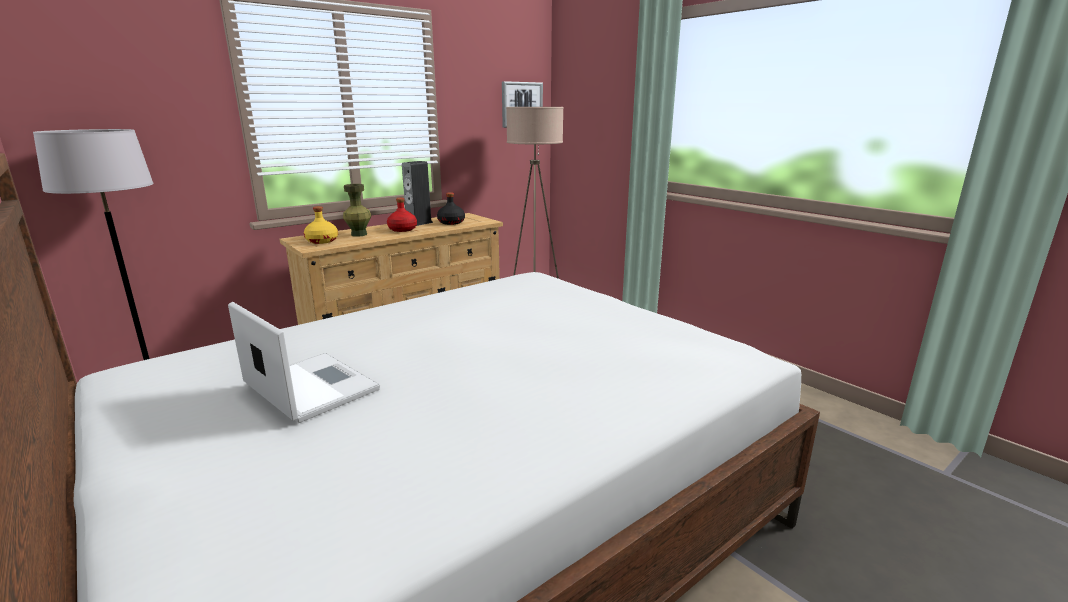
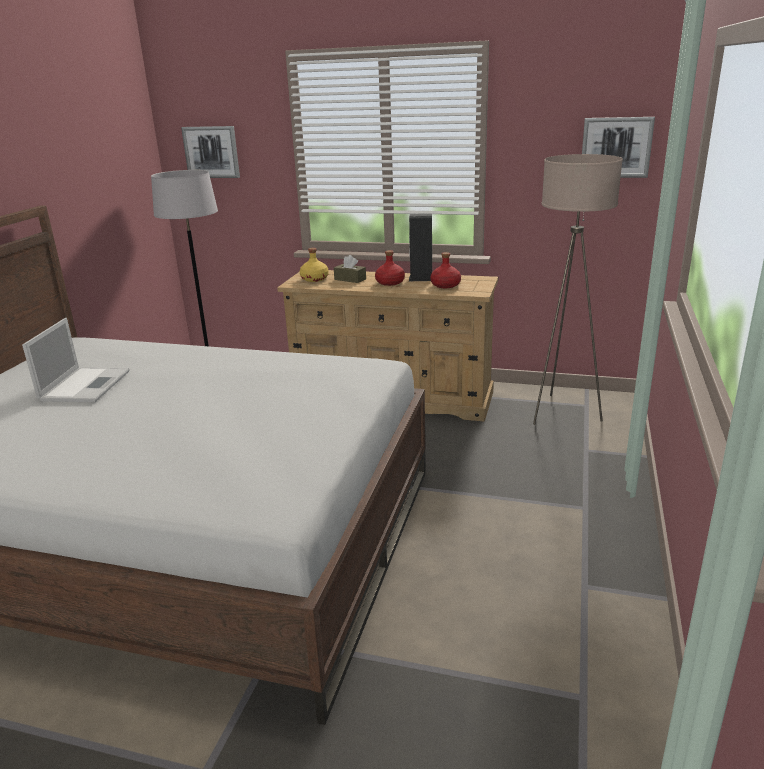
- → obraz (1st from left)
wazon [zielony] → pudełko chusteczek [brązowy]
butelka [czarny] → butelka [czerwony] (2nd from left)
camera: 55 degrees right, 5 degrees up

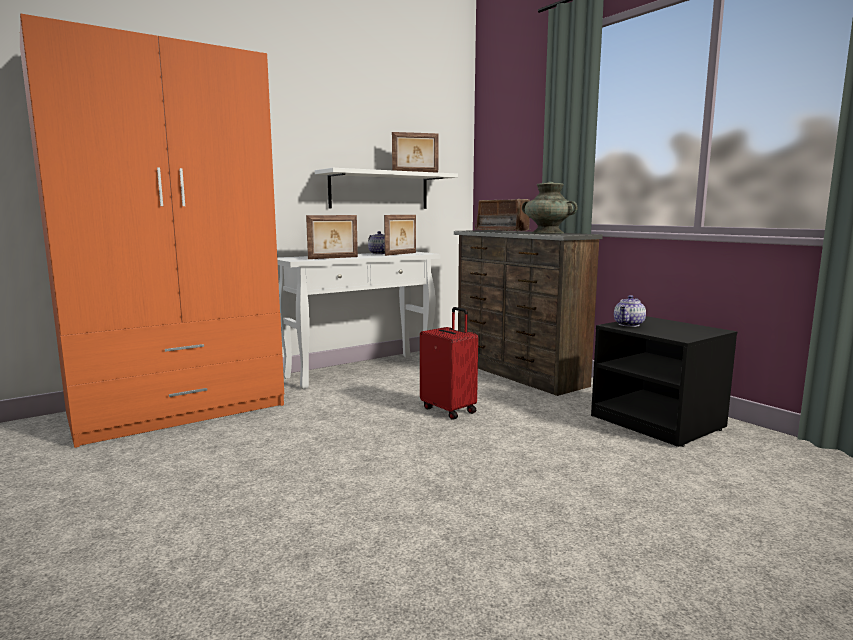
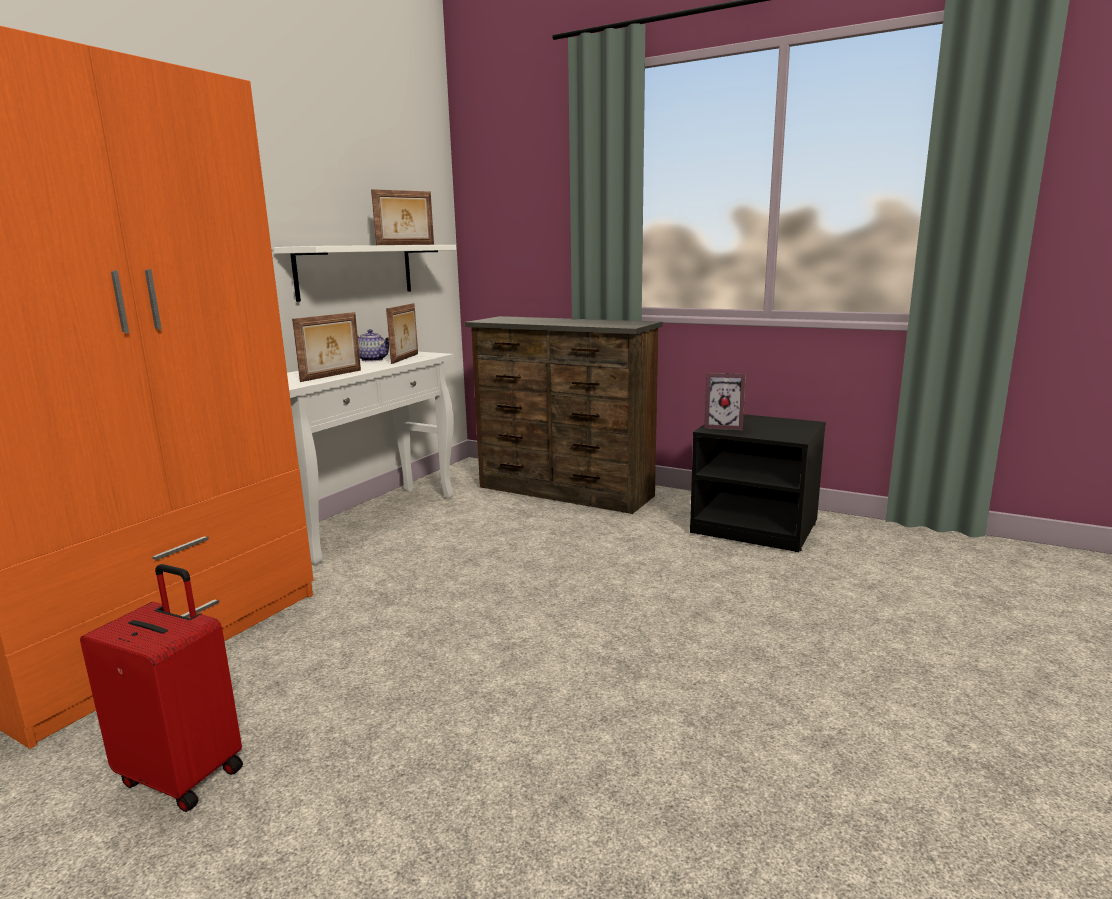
walizka [czerwony], move
imbryk (2nd from left) → ramka na zdjęcie (4th from left)
radio → -
wazon [turkusowy] → -
camera: 25 degrees left, 5 degrees up

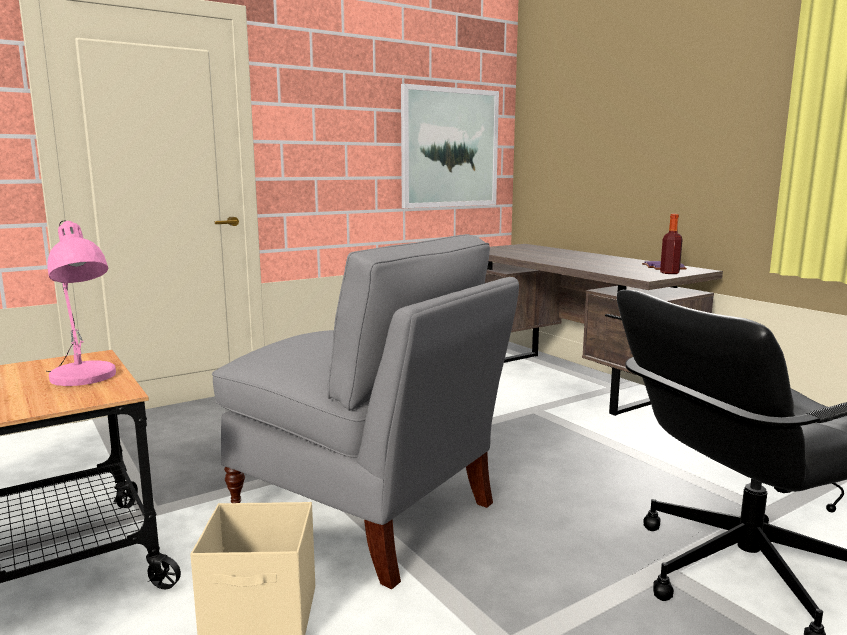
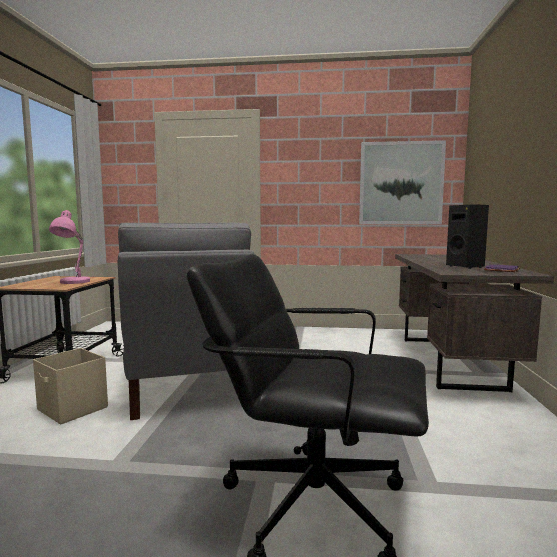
- → głośnik [czarny]
butelka → -
camera: 40 degrees right, 5 degrees down

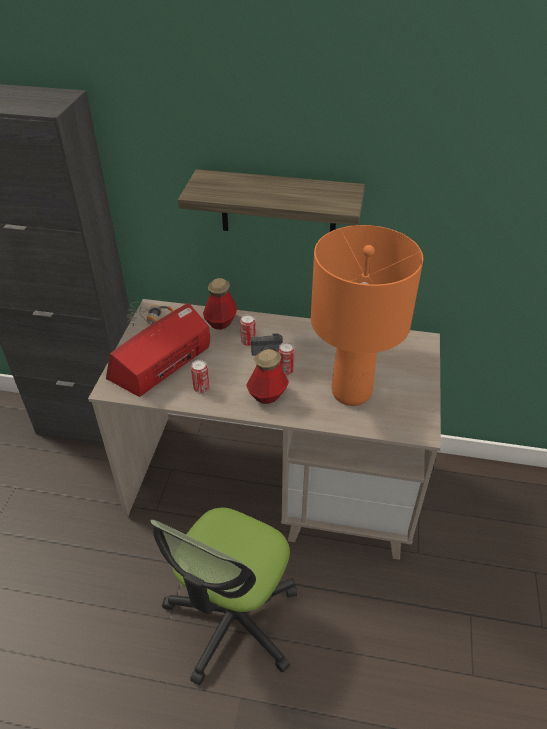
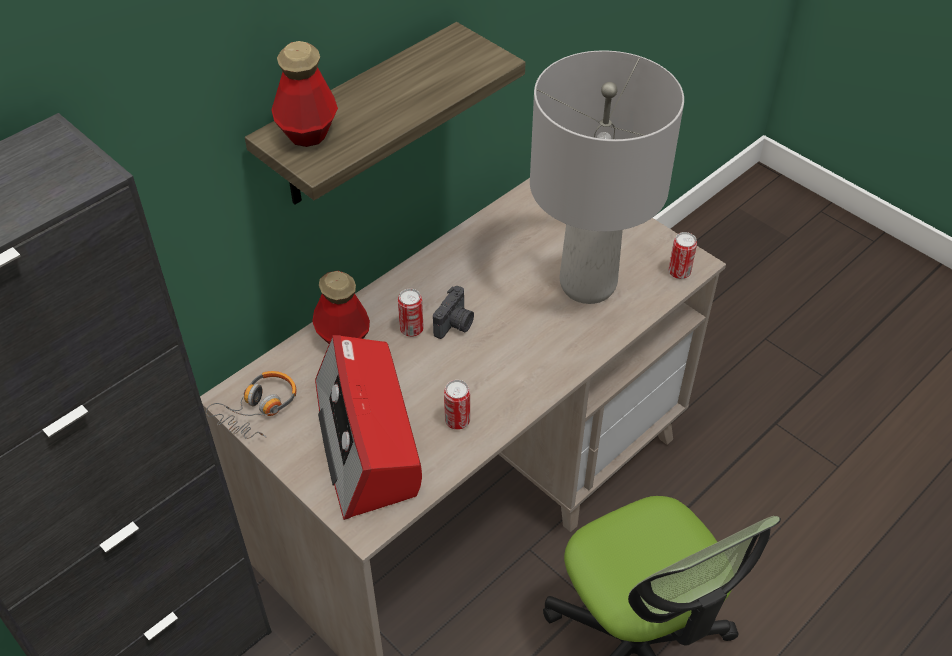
butelka (2nd from left in the first image) → butelka (1st from left), move
lampa stołowa [pomarańczowy] → lampa stołowa [szary]
puszka (3rd from left), move
camera: 55 degrees left, 5 degrees up

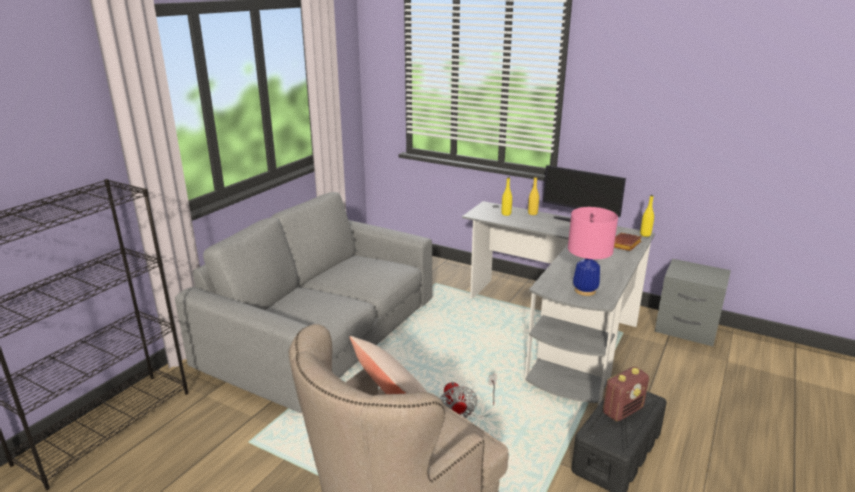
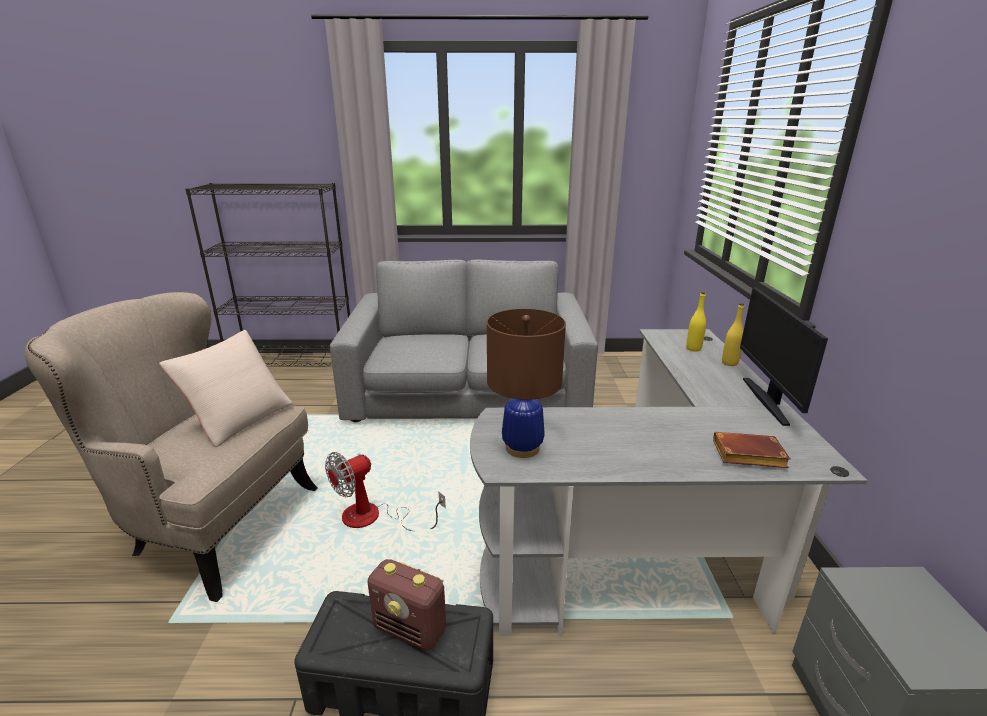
lampa stołowa [różowy] → lampa stołowa [brązowy]
butelka [żółty] (3rd from left) → -
camera: 60 degrees right, 0 degrees up

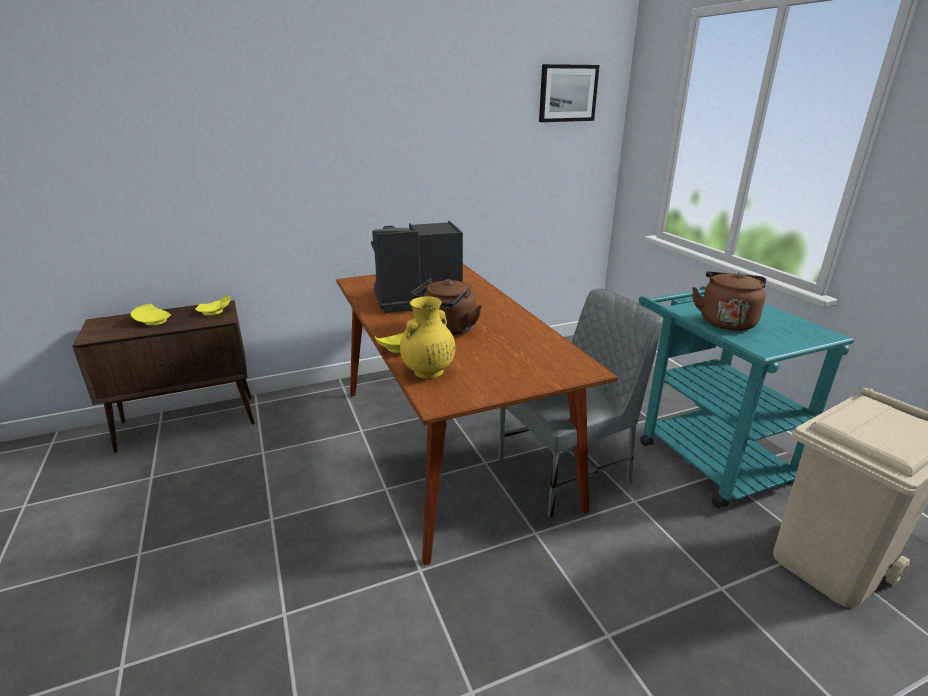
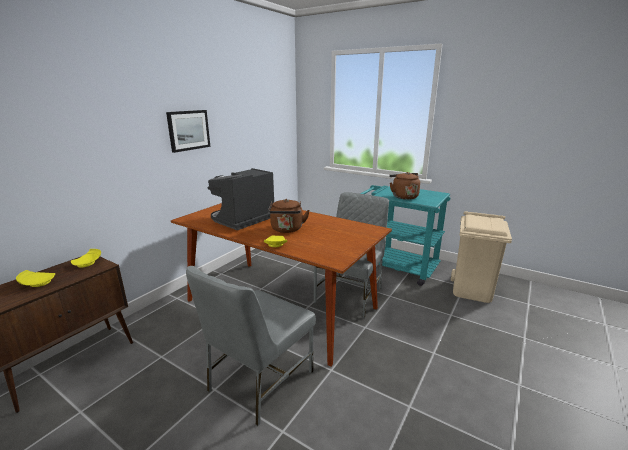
obraz, move
- → krzesło [szary] (1st from left)
wazon [żółty] → -
camera: 35 degrees left, 5 degrees down

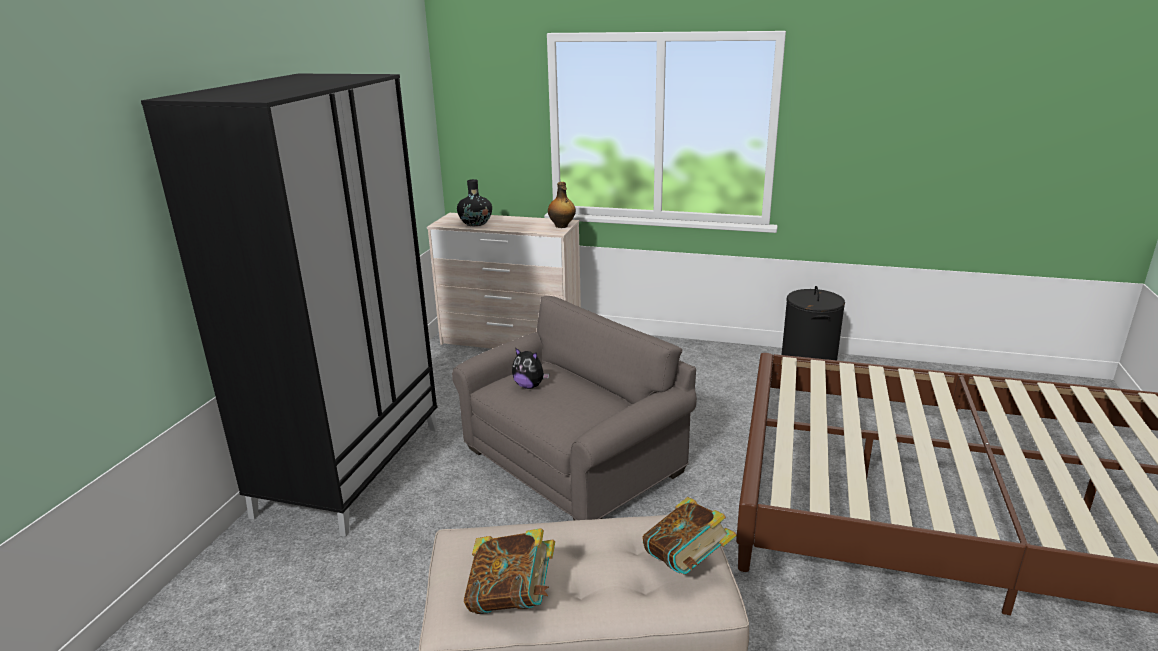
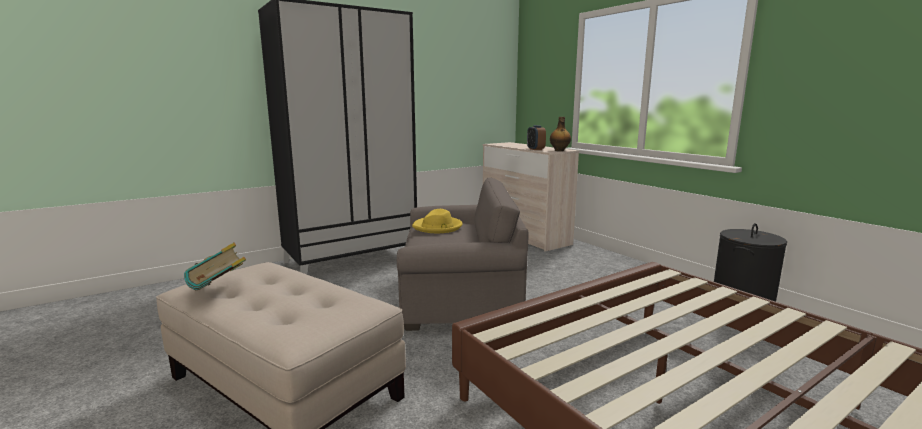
pluszak → kapelusz [żółty]
- → budzik
wazon [czarny] → -
książka (2nd from left) → -
camera: 40 degrees right, 10 degrees down

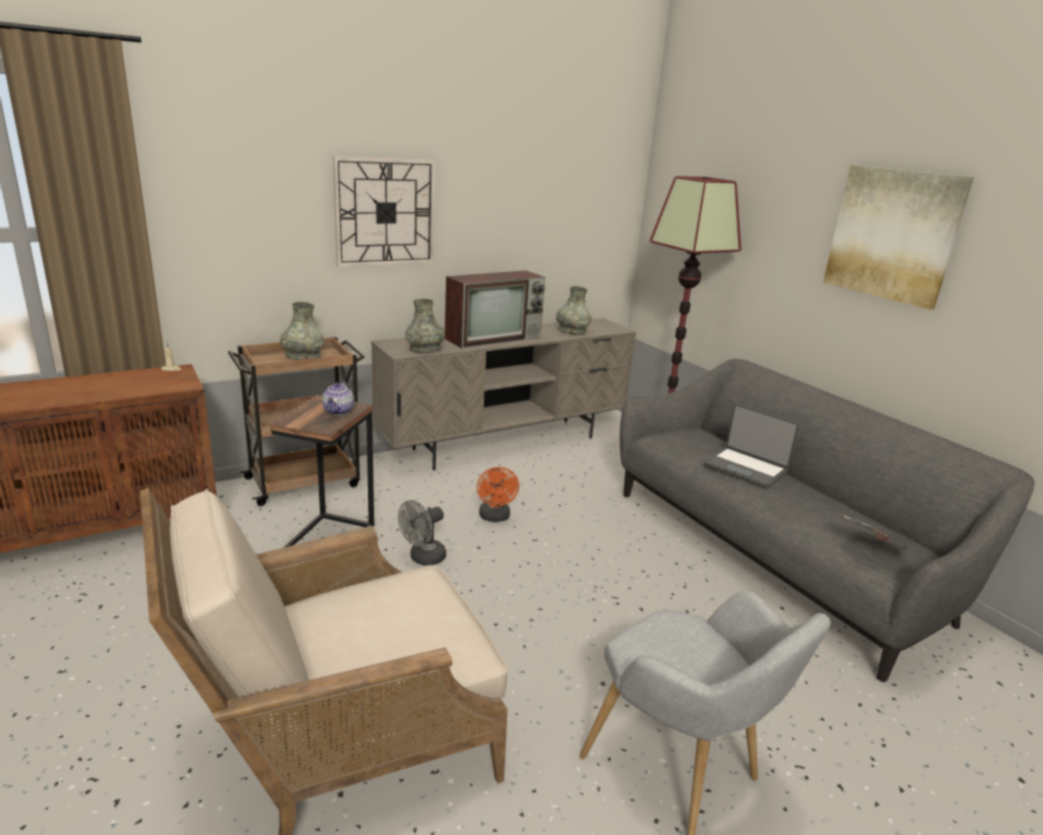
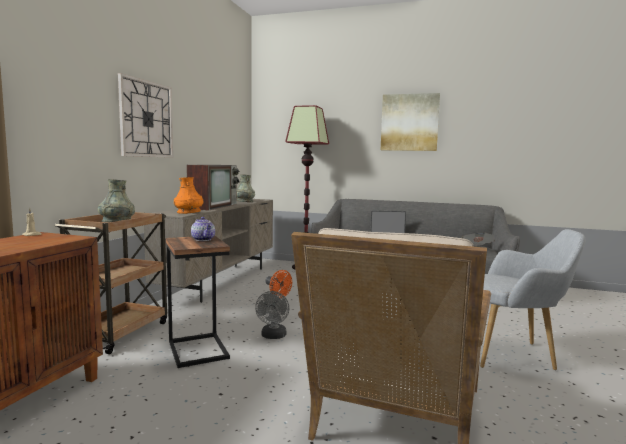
wazon [szary] (2nd from left) → wazon [pomarańczowy]
camera: 40 degrees left, 15 degrees down

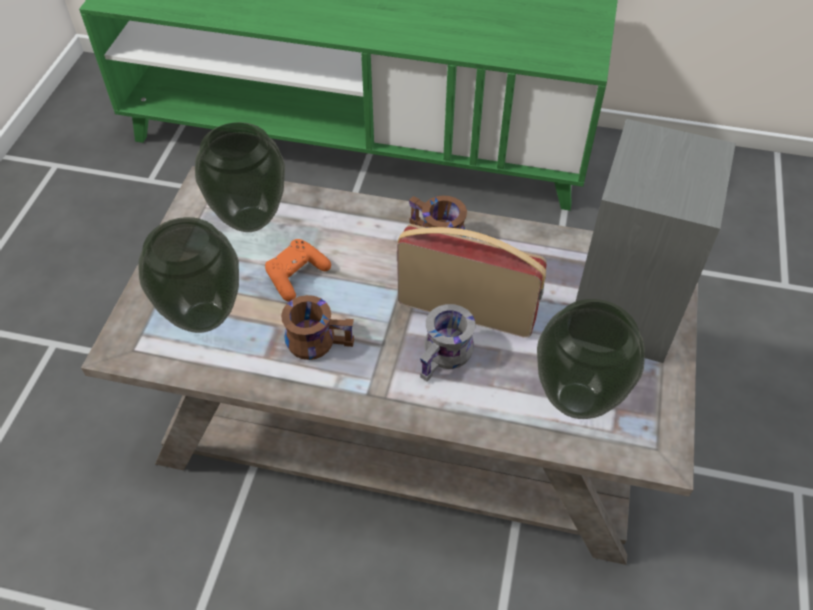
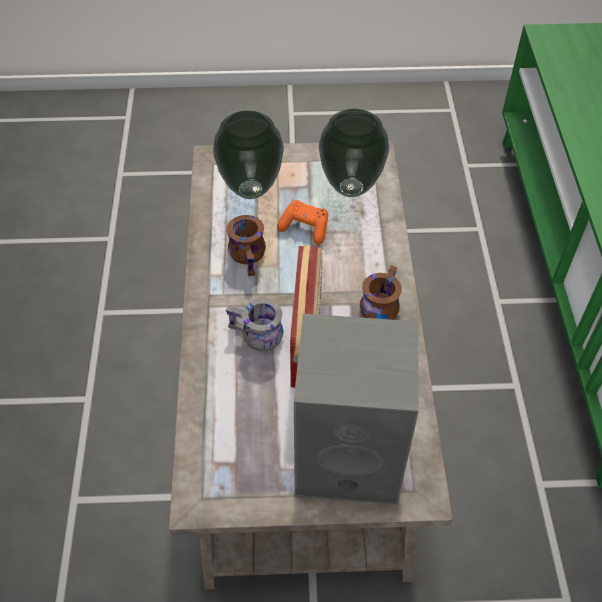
wazon (3rd from left) → -
camera: 75 degrees right, 0 degrees up

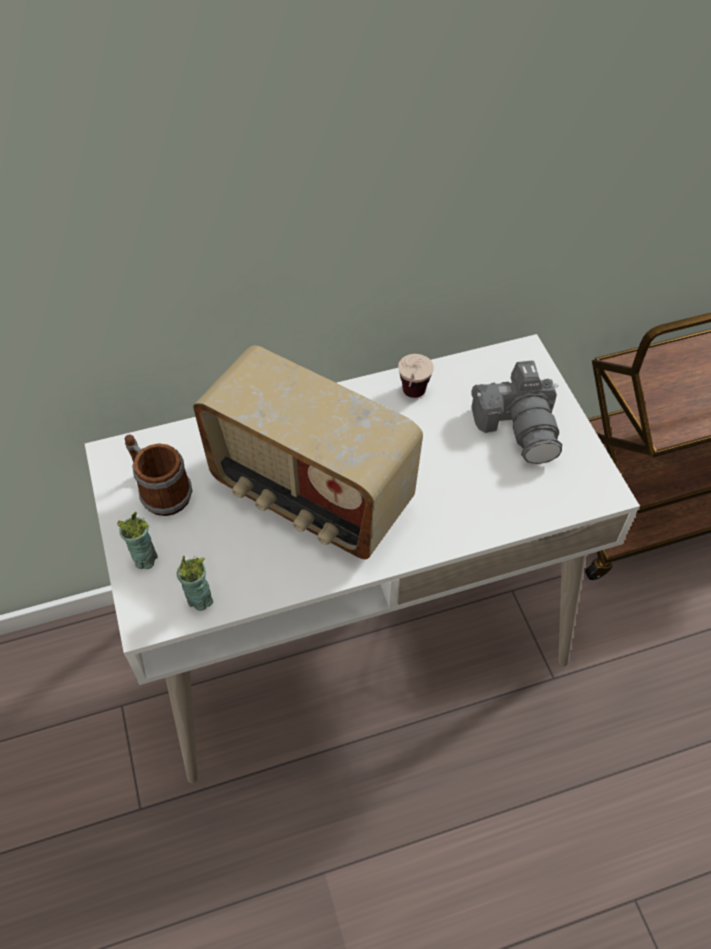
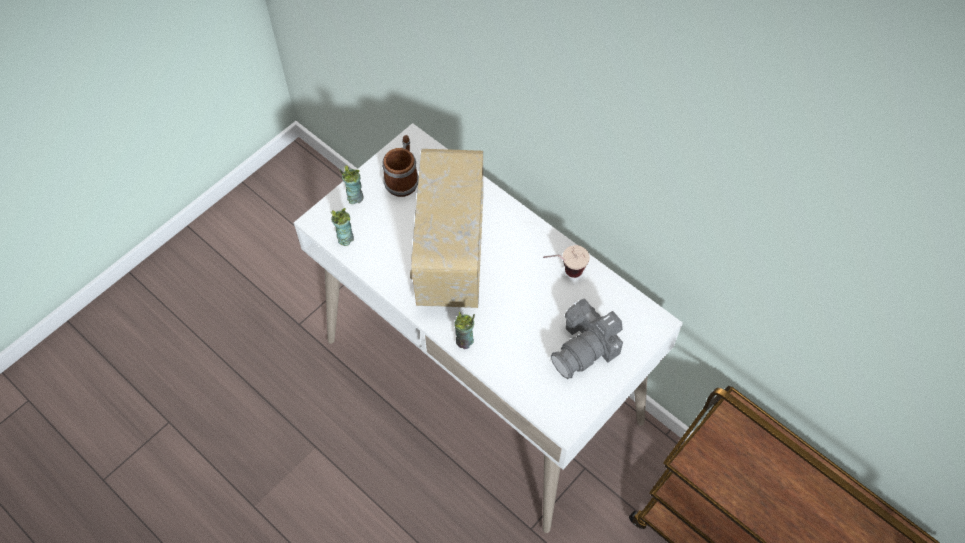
- → filiżanka (3rd from left)
camera: 60 degrees right, 5 degrees up

